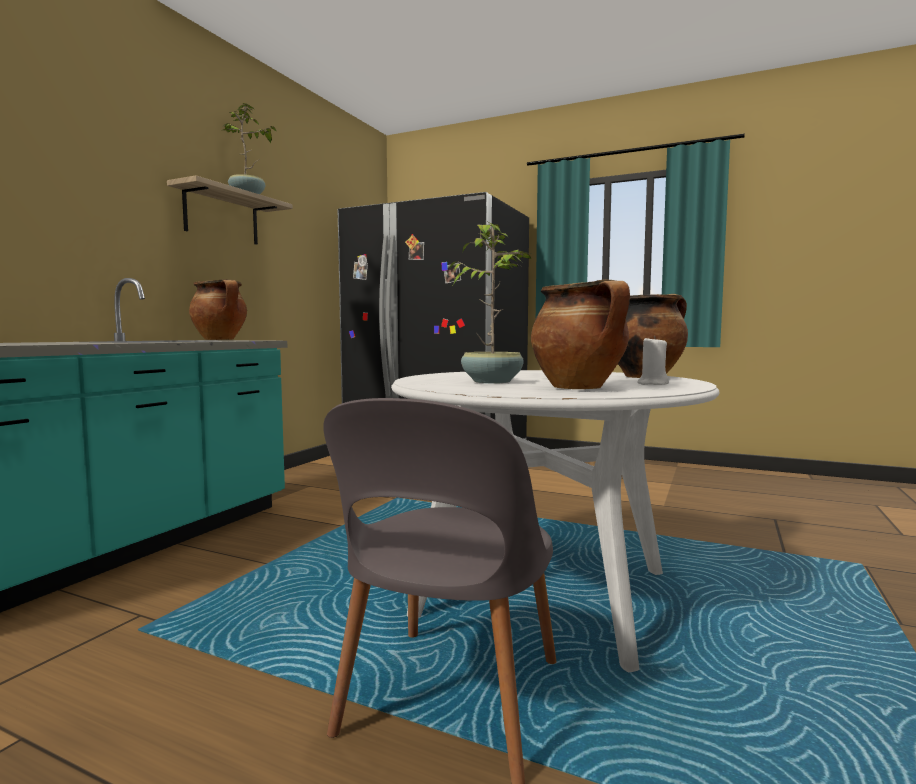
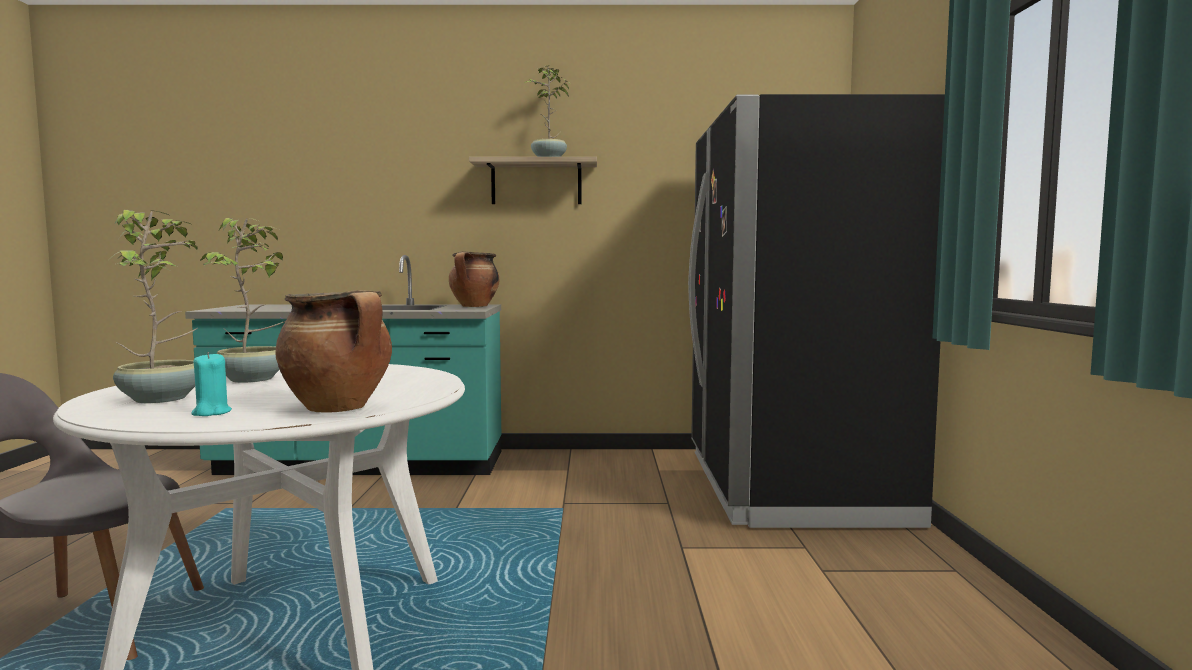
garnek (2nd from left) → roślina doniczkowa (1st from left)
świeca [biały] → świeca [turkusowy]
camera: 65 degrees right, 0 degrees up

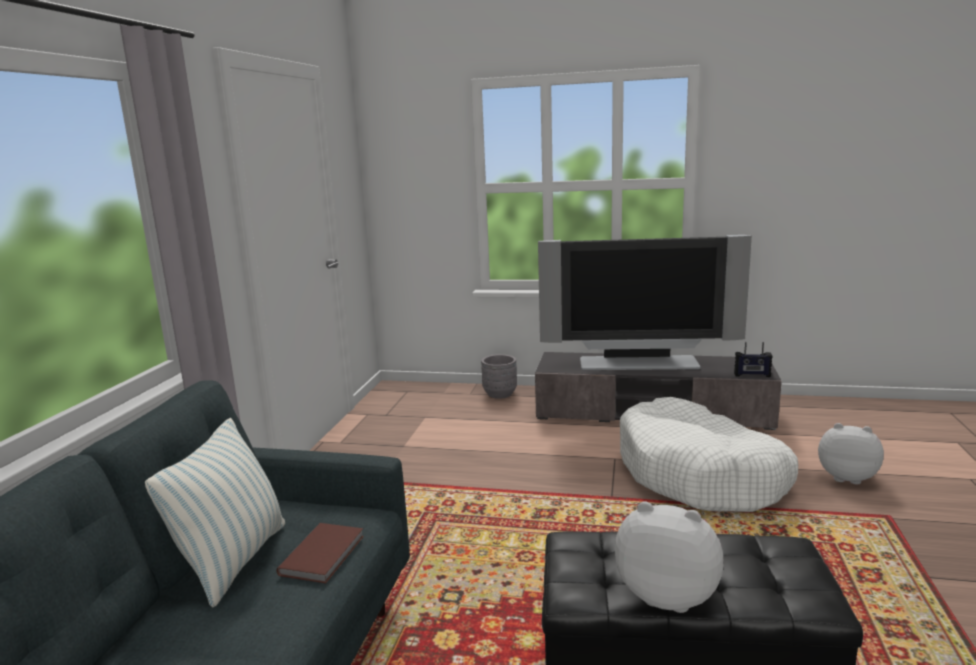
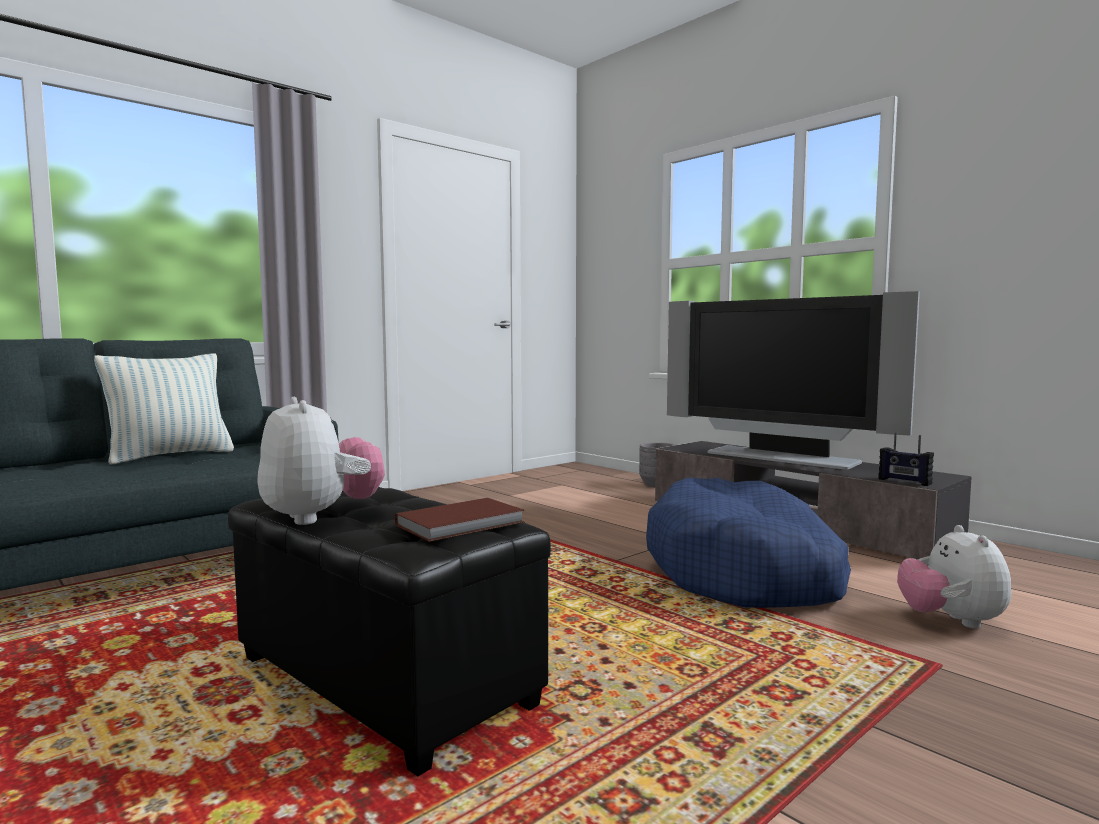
książka [brązowy], move
legowisko [biały] → legowisko [niebieski]
pluszak (2nd from left), 150 degrees counterclockwise
camera: 35 degrees right, 10 degrees down

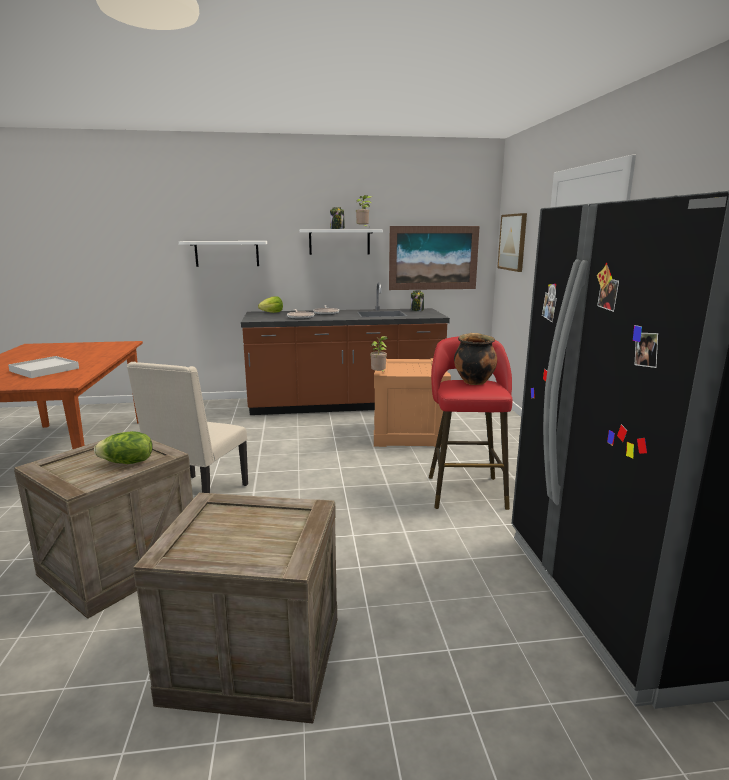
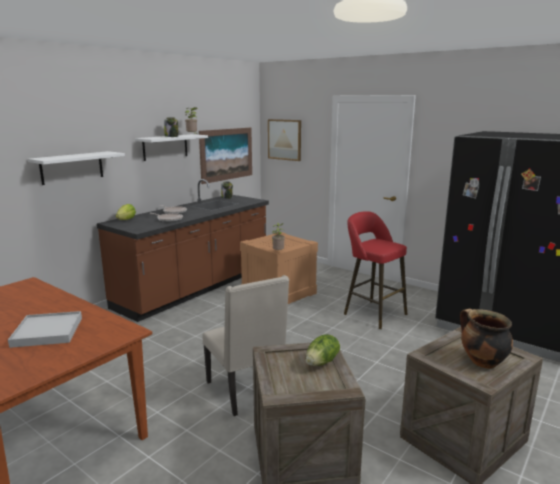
garnek, move
camera: 45 degrees left, 0 degrees up

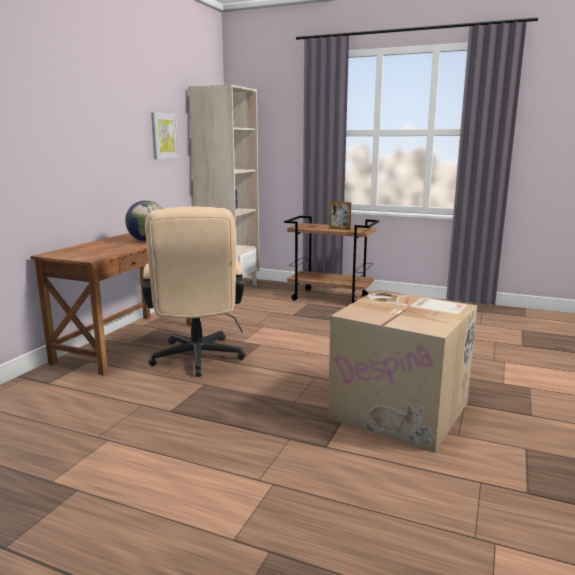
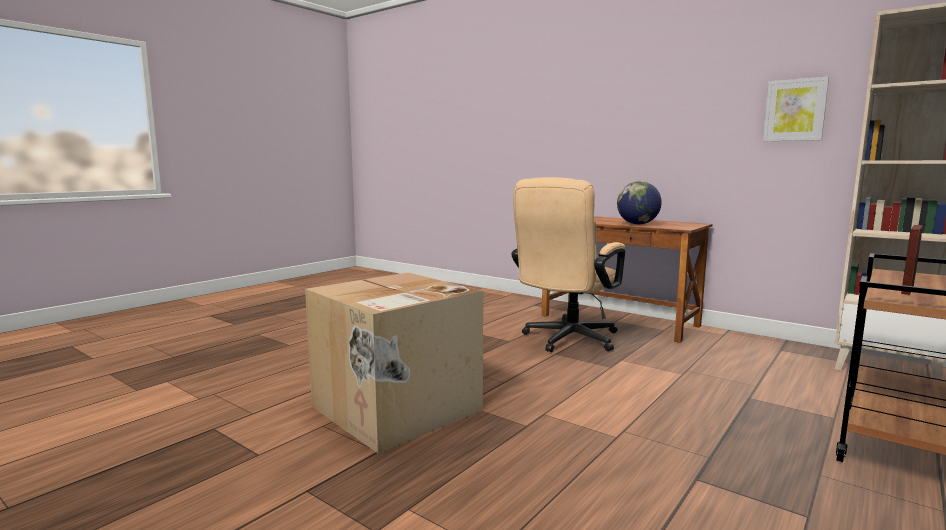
krzesło biurowe [beżowy], 60 degrees counterclockwise
camera: 105 degrees right, 5 degrees down

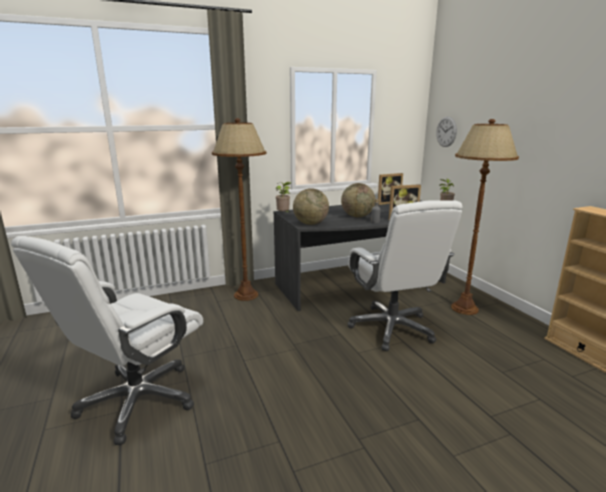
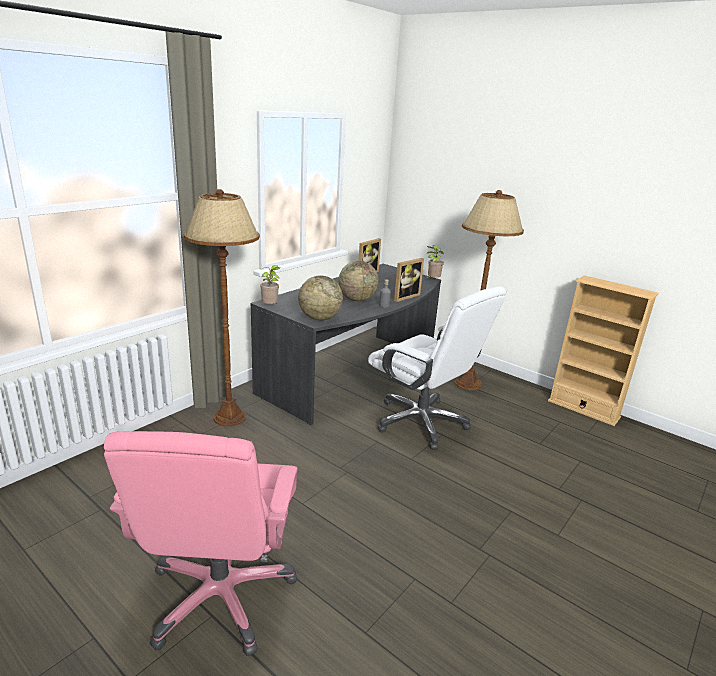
krzesło biurowe [biały] (1st from left) → krzesło biurowe [różowy]
zegar ścienny → -
camera: 30 degrees left, 5 degrees up

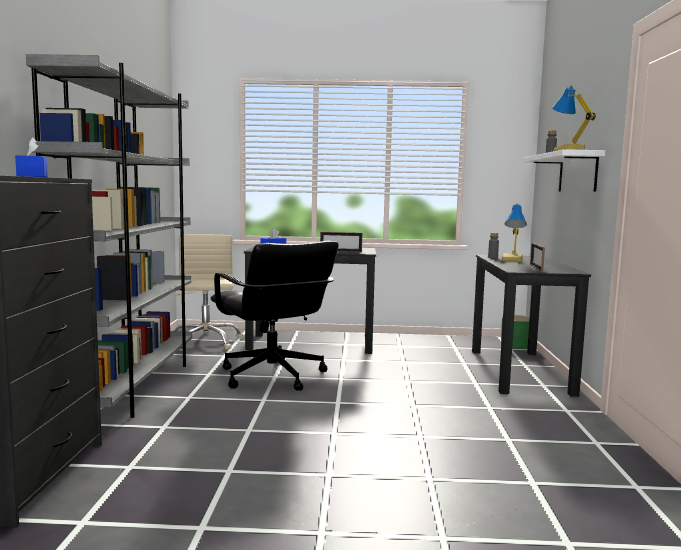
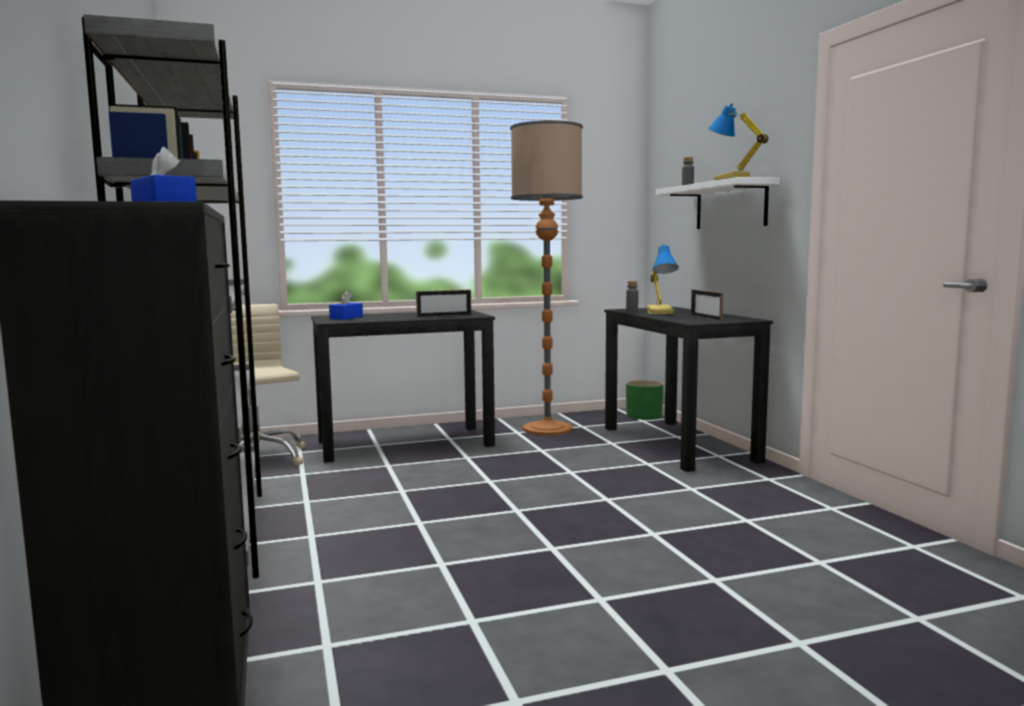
- → lampa stojąca
krzesło biurowe [czarny] → -
camera: 20 degrees left, 0 degrees up

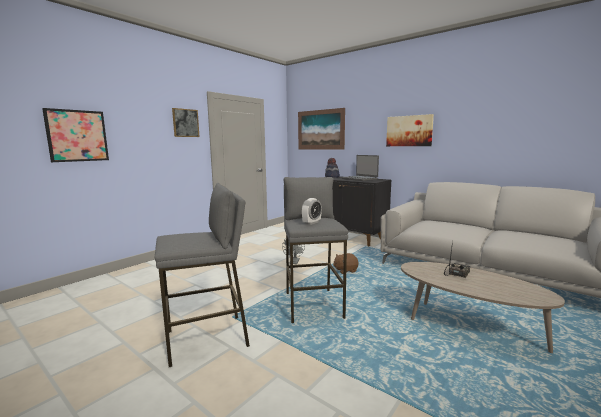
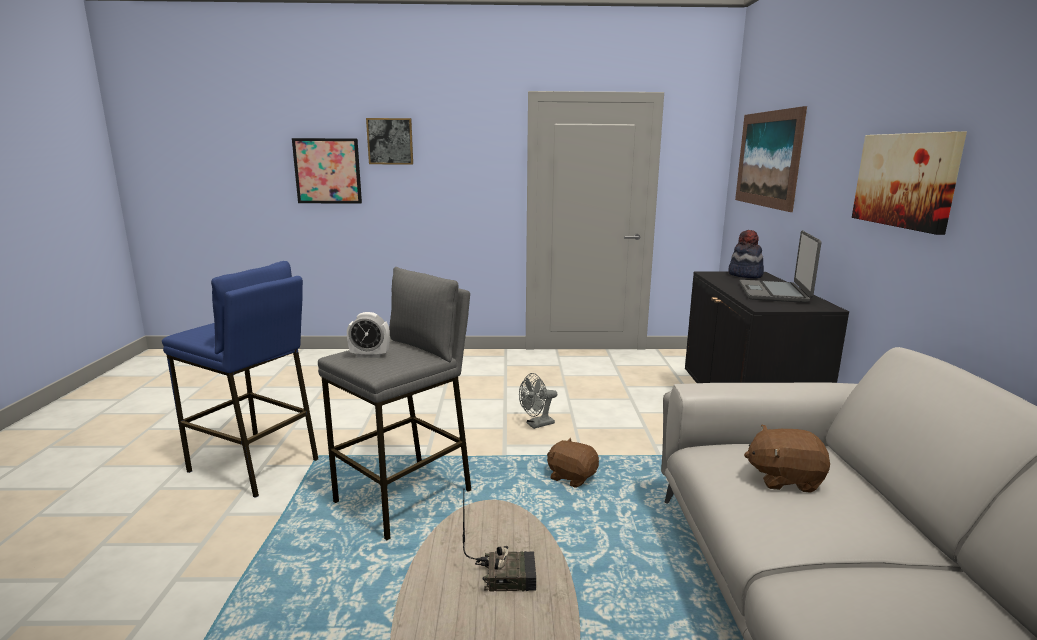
stołek [szary] (1st from left) → stołek [niebieski]
obraz (2nd from left), move
- → pluszak [brązowy] (2nd from left)
camera: 50 degrees right, 5 degrees up

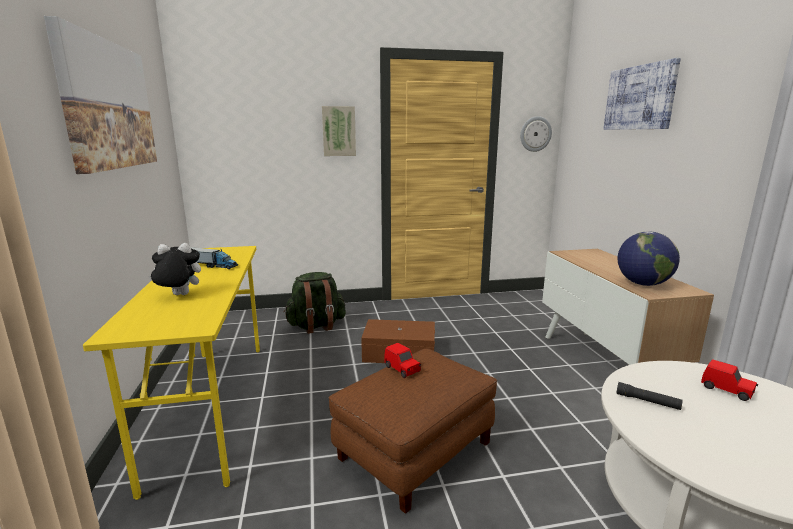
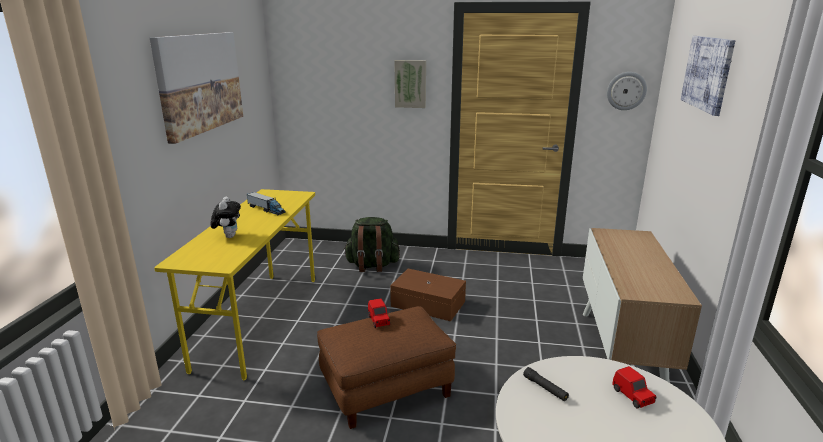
pluszak, 75 degrees clockwise
globus → -
camera: 20 degrees right, 5 degrees up

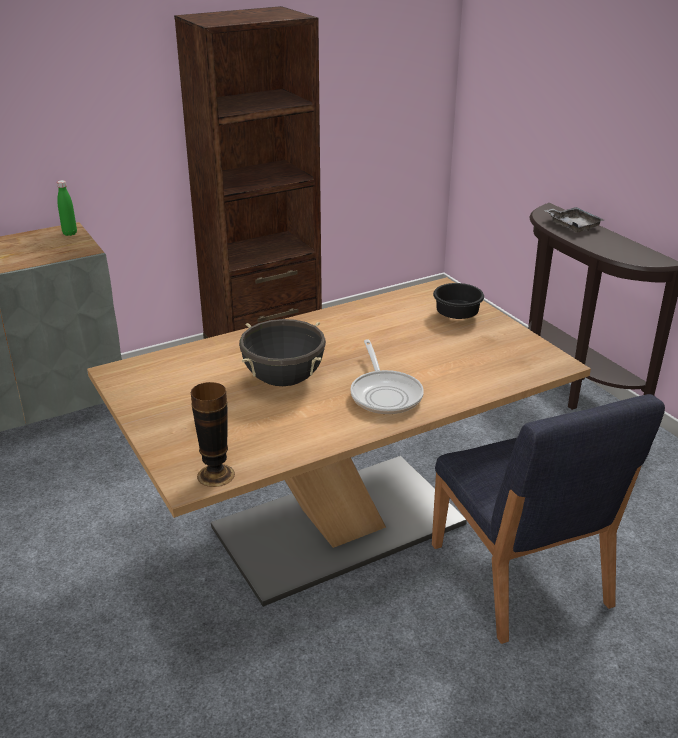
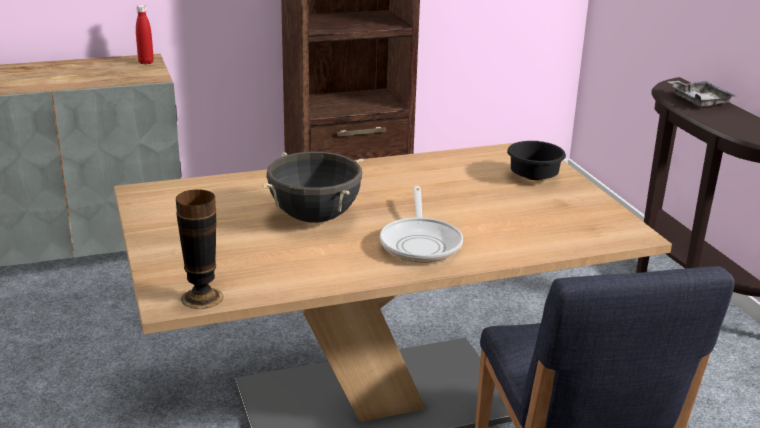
butelka [zielony] → butelka [czerwony]
camera: 10 degrees right, 5 degrees down

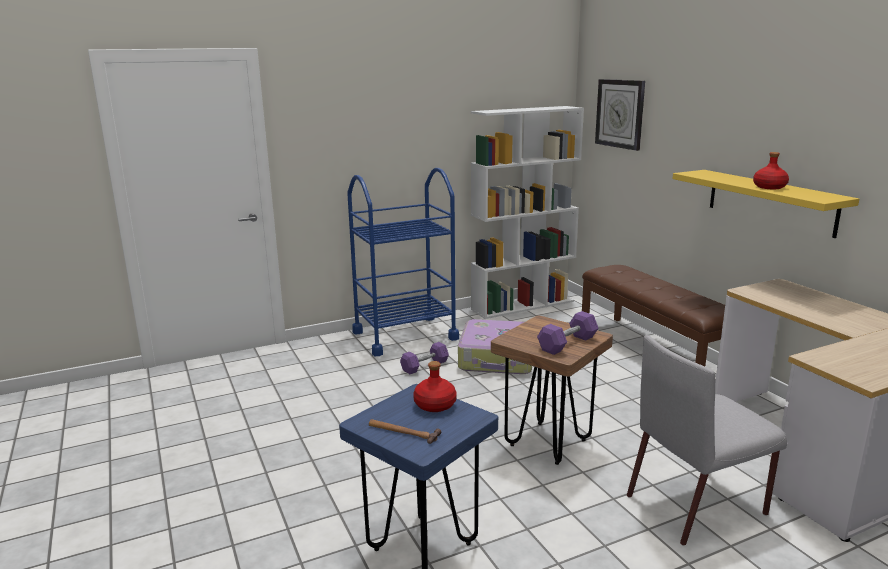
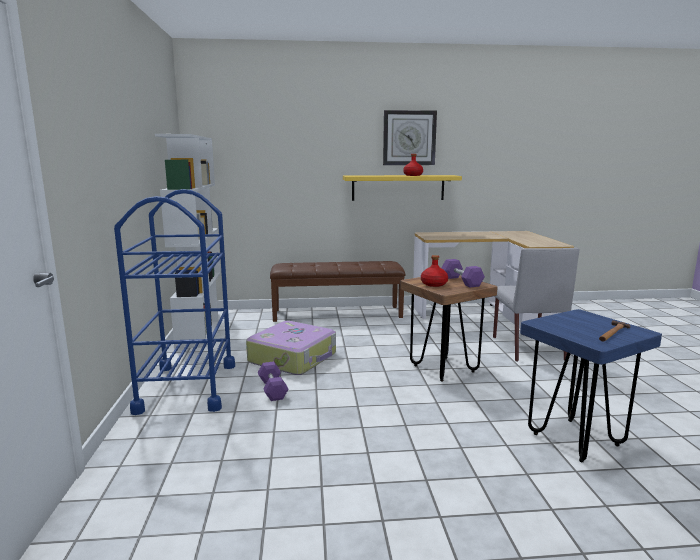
zegar ścienny, move
butelka [czerwony] (1st from left in the first image) → butelka [czerwony] (2nd from left), move
camera: 70 degrees left, 5 degrees down

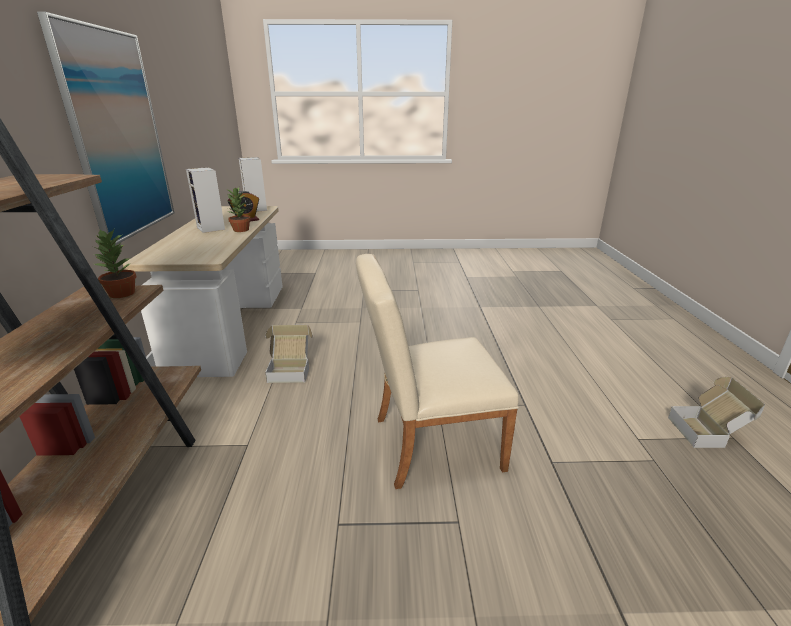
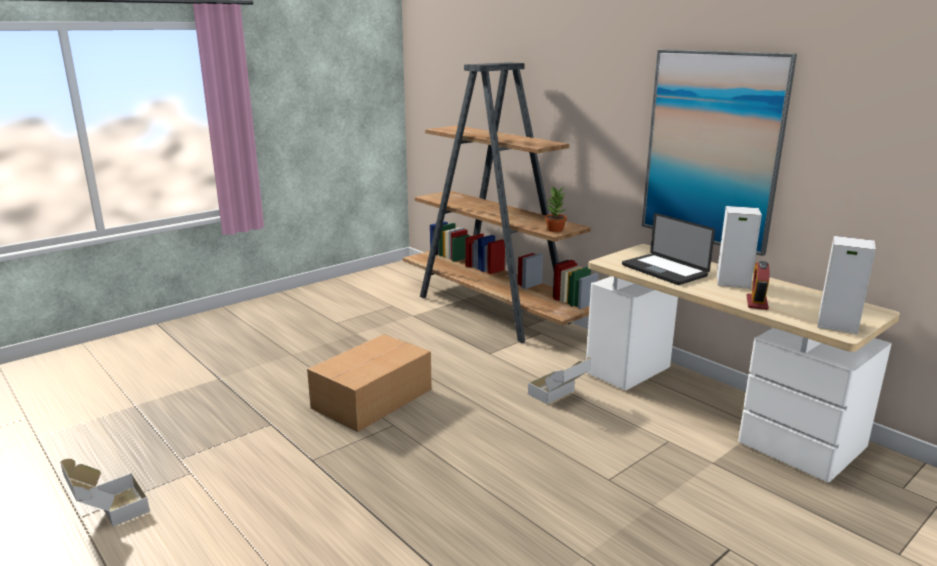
krzesło [beżowy] → karton (2nd from left)
- → laptop
roślina doniczkowa (2nd from left) → -
camera: 140 degrees right, 5 degrees down

